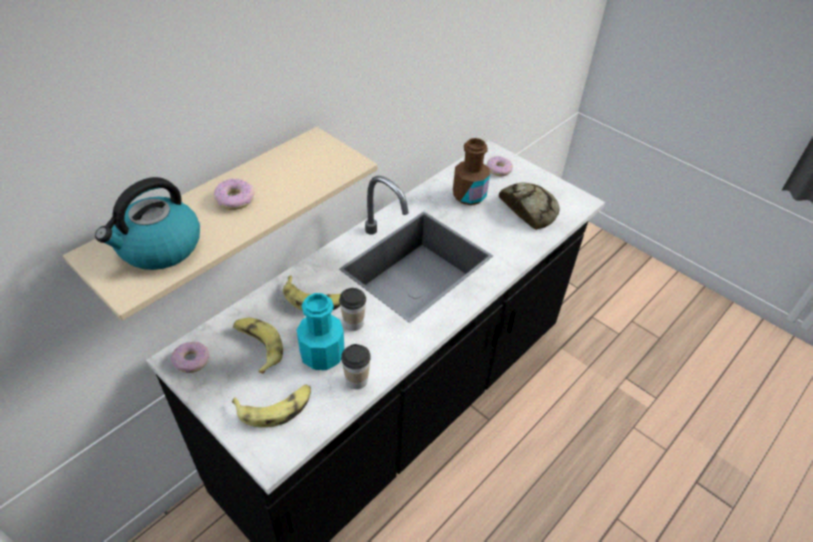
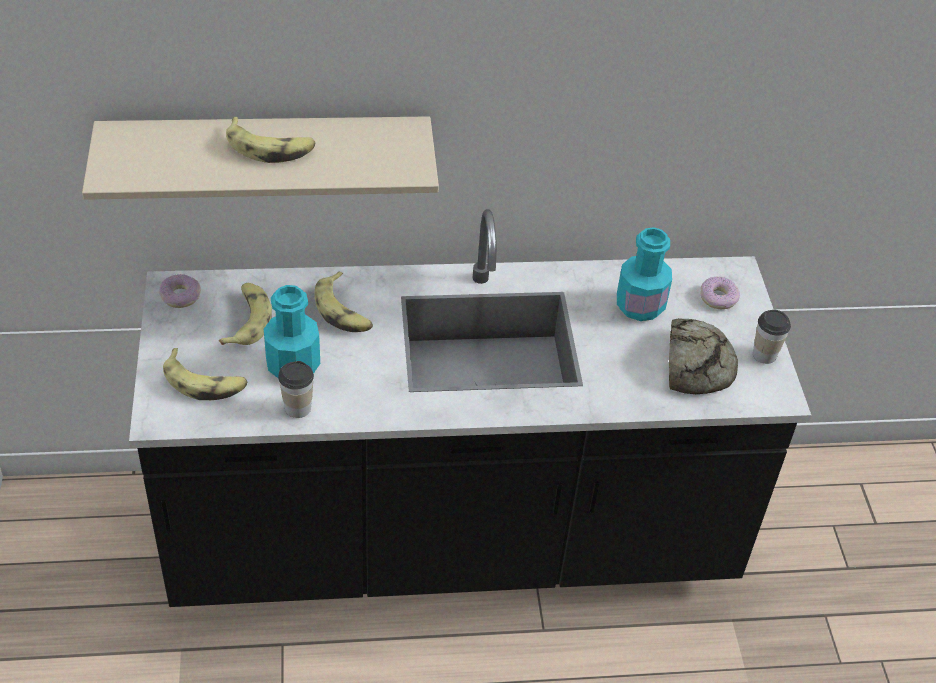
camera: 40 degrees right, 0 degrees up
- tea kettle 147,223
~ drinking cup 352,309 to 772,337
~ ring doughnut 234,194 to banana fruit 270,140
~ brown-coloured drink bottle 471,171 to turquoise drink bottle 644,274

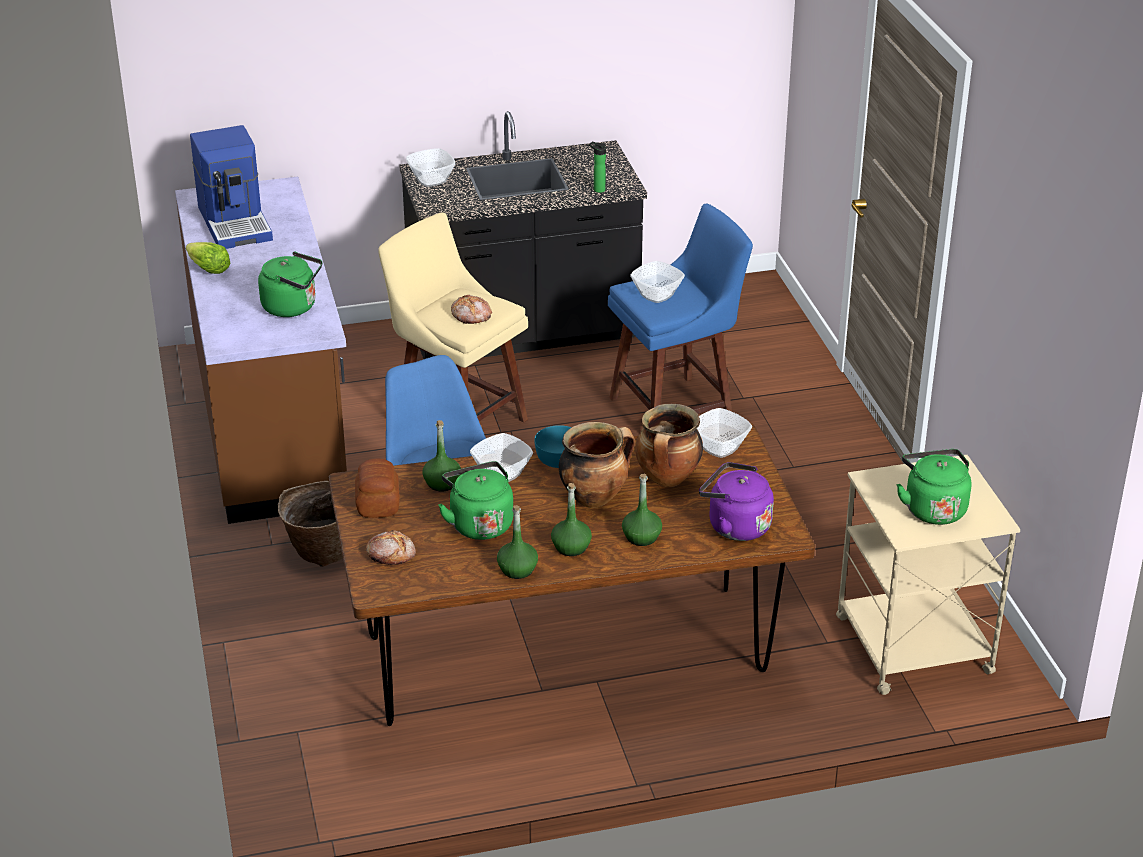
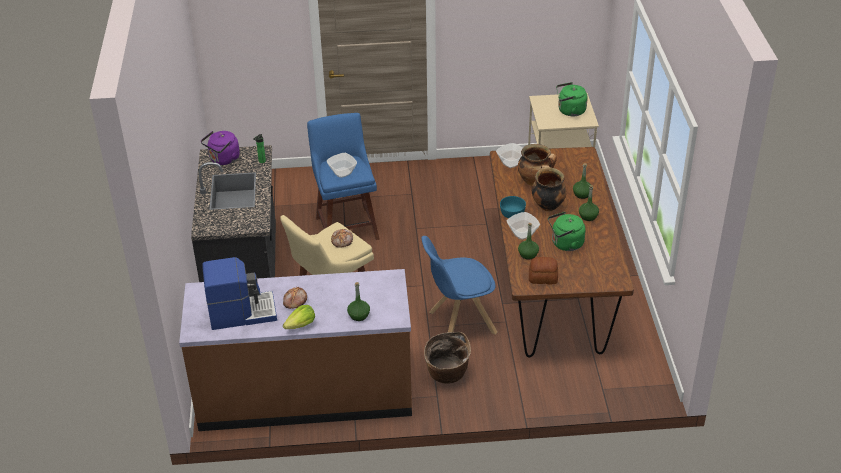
camera: 80 degrees left, 5 degrees up
- green tea kettle 290,284
- deep dish 430,167
~ bread 391,547 to 295,298
~ green drink bottle 517,542 to 358,301
~ purple-coloured tea kettle 736,501 to 220,148

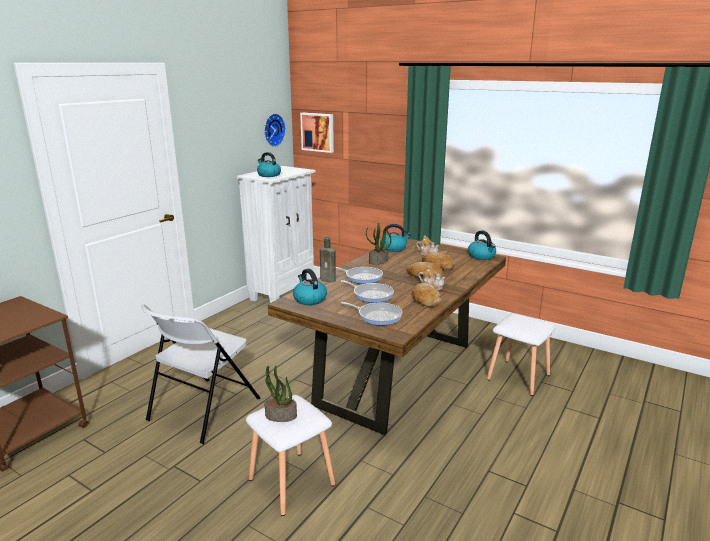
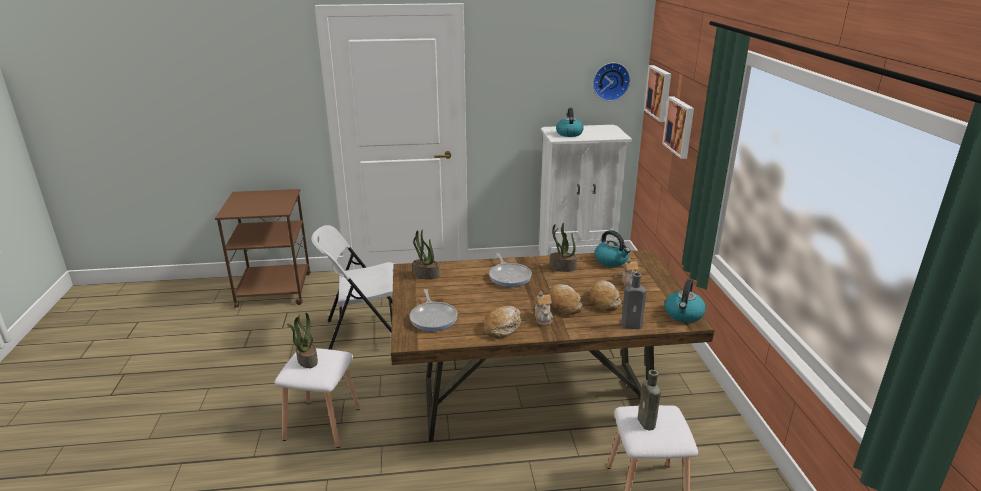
camera: 50 degrees right, 5 degrees up
- skillet 367,291
+ greyish drink bottle 633,301
+ picture 678,127
~ brown-coloured drink bottle 328,260 to 649,400
~ tea kettle 310,287 to houseplant 426,254

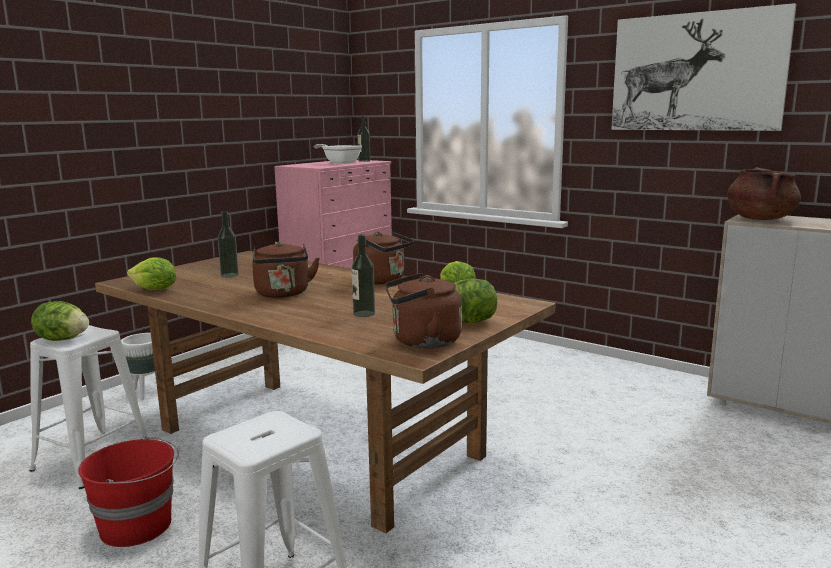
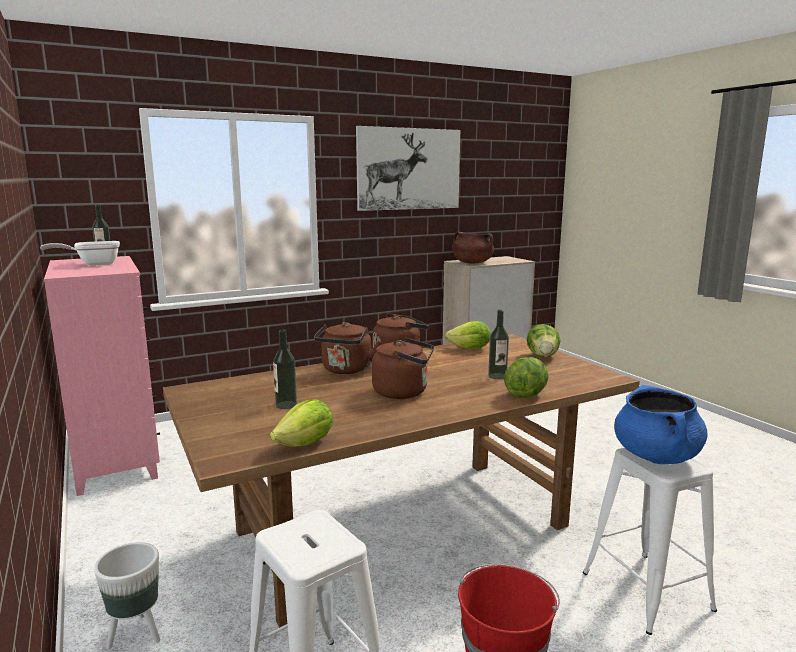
camera: 65 degrees left, 0 degrees up
+ bluish saucepot 660,424
~ head of lettuce 60,321 to 526,377
~ brown-coloured tea kettle 423,310 to 347,348

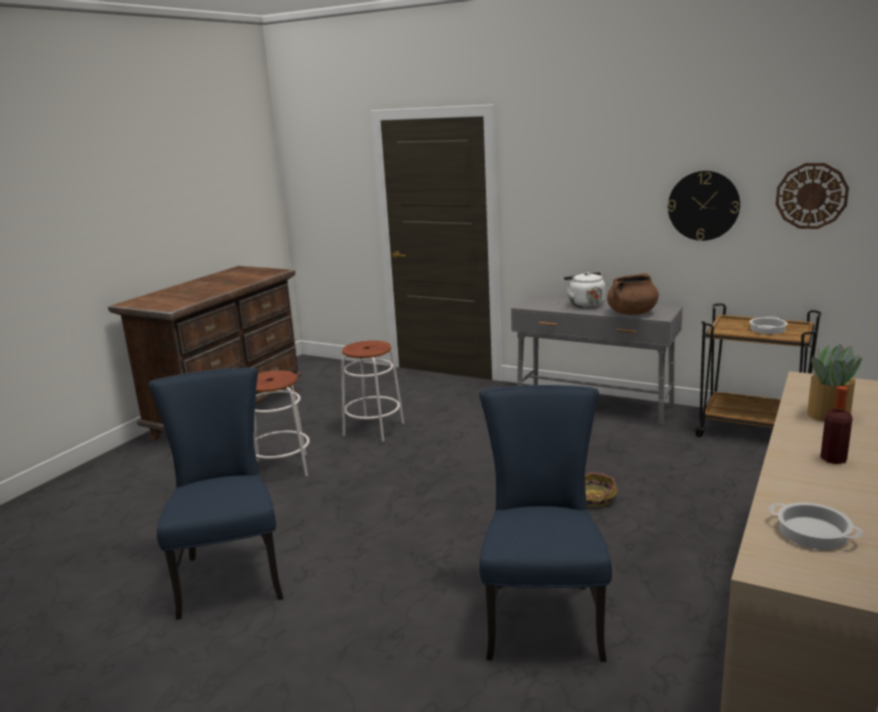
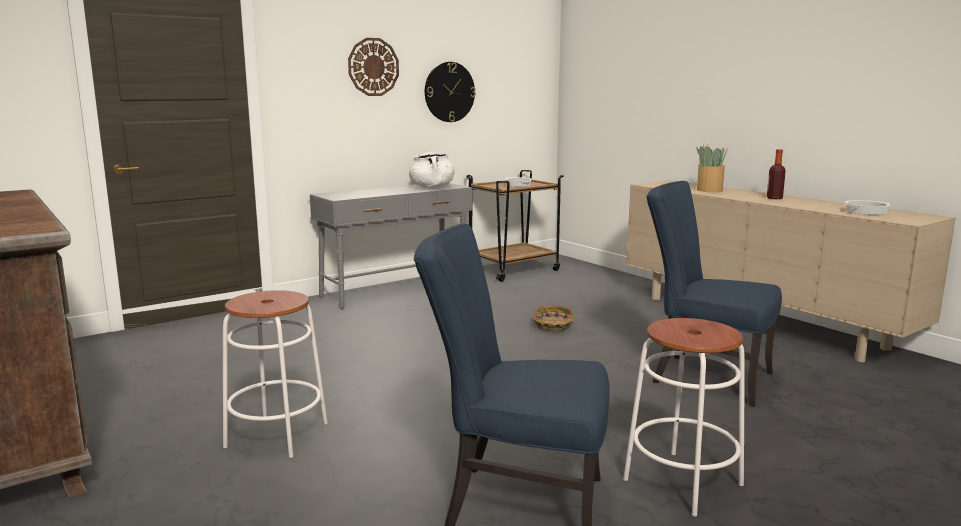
camera: 65 degrees left, 5 degrees down
- white tea kettle 584,290
~ white sitting stool 373,391 to 684,417
~ wall clock 812,196 to 373,67
~ brown-coloured saucepot 633,294 to white saucepot 432,170

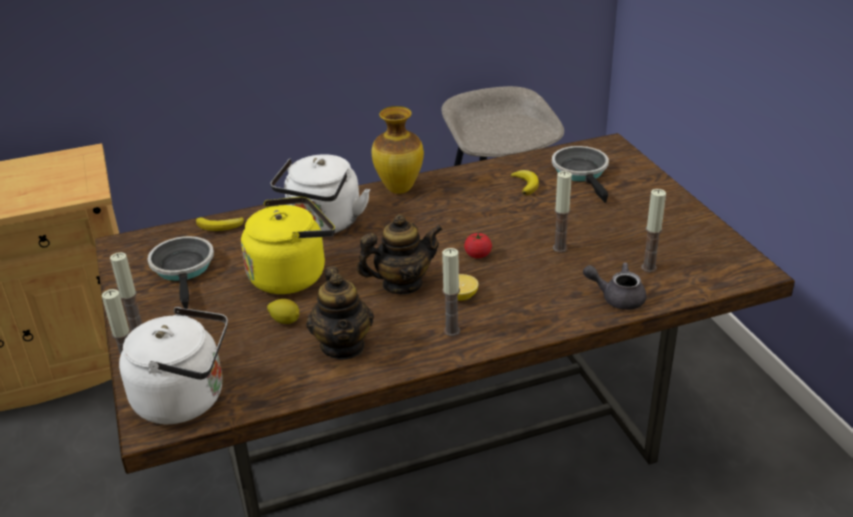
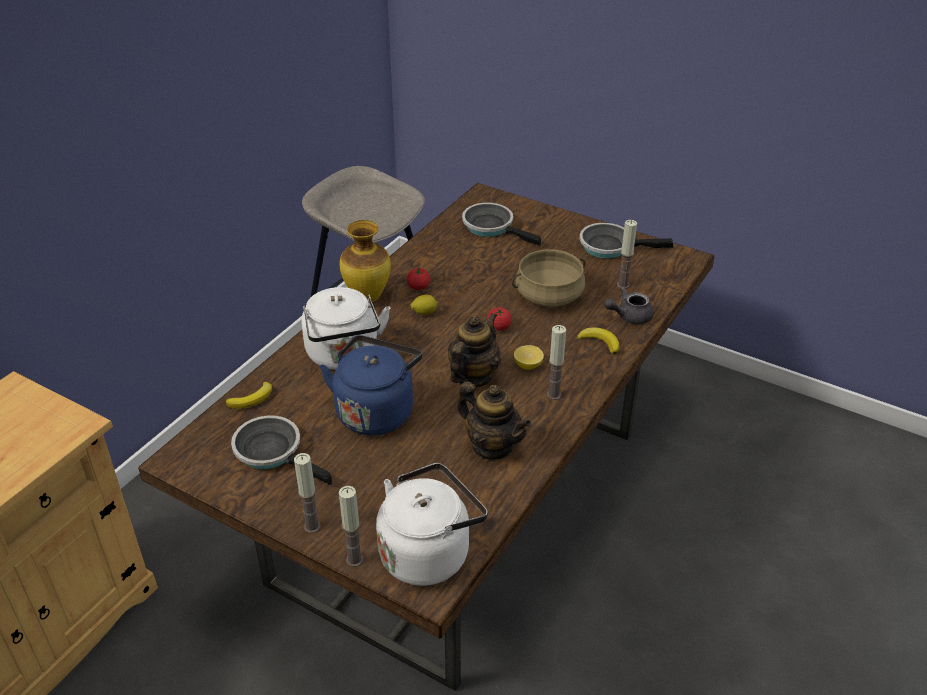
camera: 40 degrees left, 5 degrees up
+ whole tomato 418,278
+ skillet 626,241
~ whole lemon 283,311 to 424,305
~ banana fruit 524,182 to 598,340
~ wax candle 562,212 to beige-coloured saucepot 549,278
~ yellowish tea kettle 288,245 to bluish tea kettle 371,385

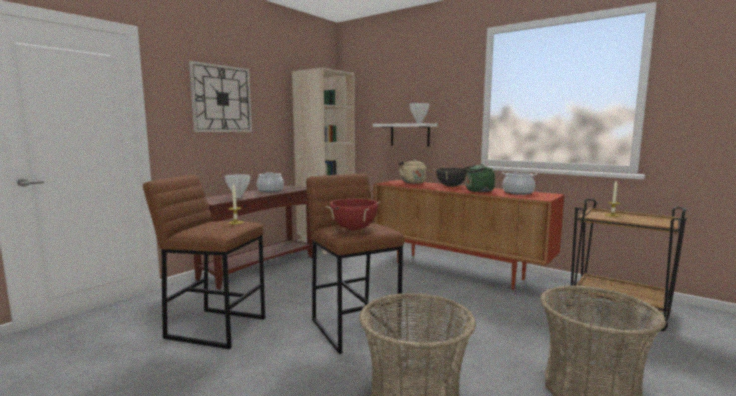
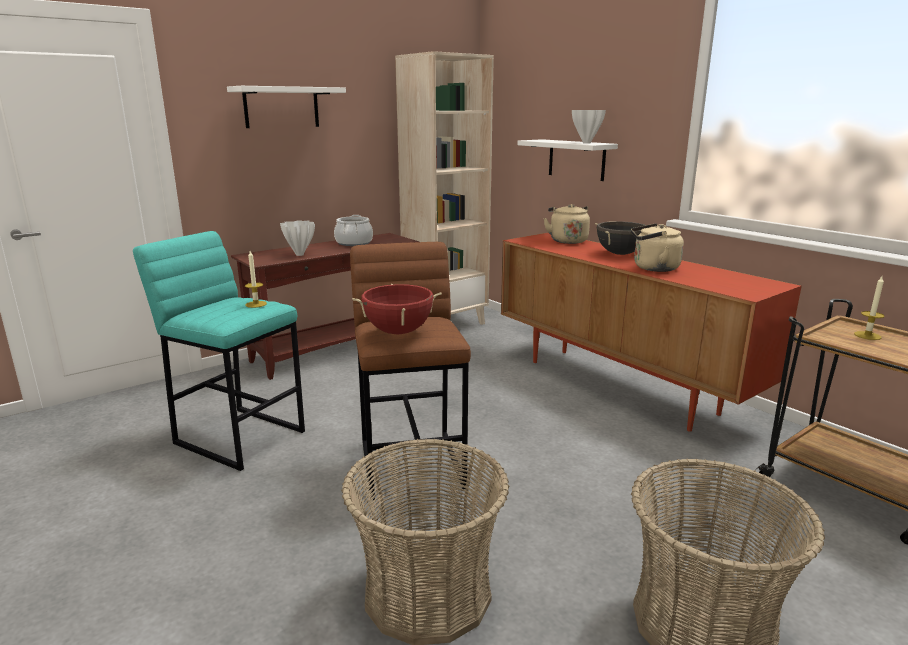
camera: 15 degrees right, 10 degrees up
- saucepot 520,183
~ wall clock 220,96 to white shelf 286,107
~ brown-coloured sitting stool 204,261 to turquoise sitting stool 219,351
~ green tea kettle 478,178 to beige-coloured tea kettle 657,247

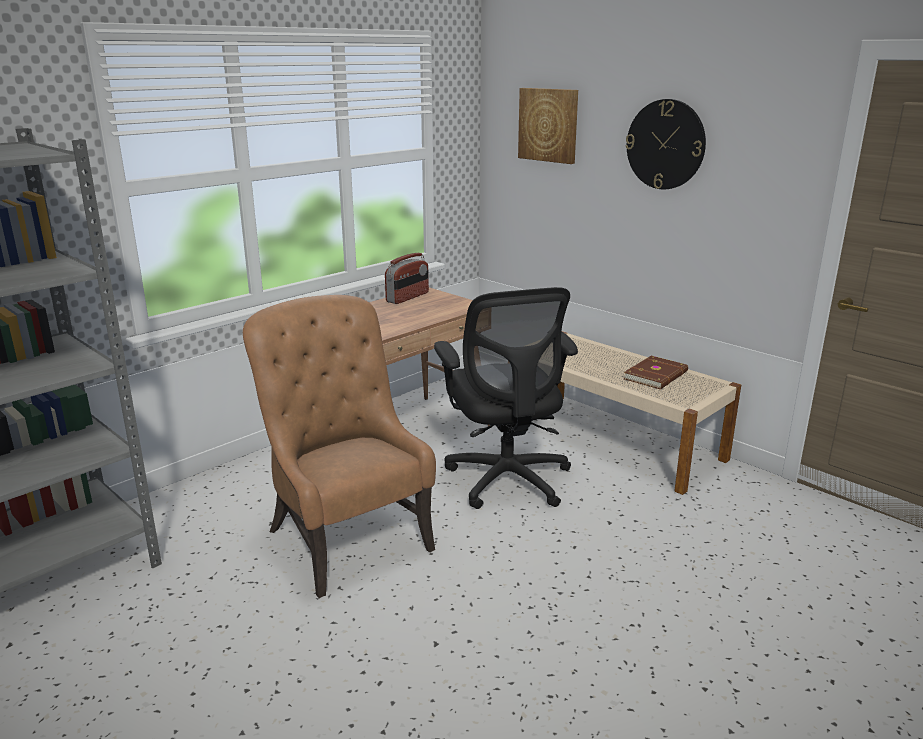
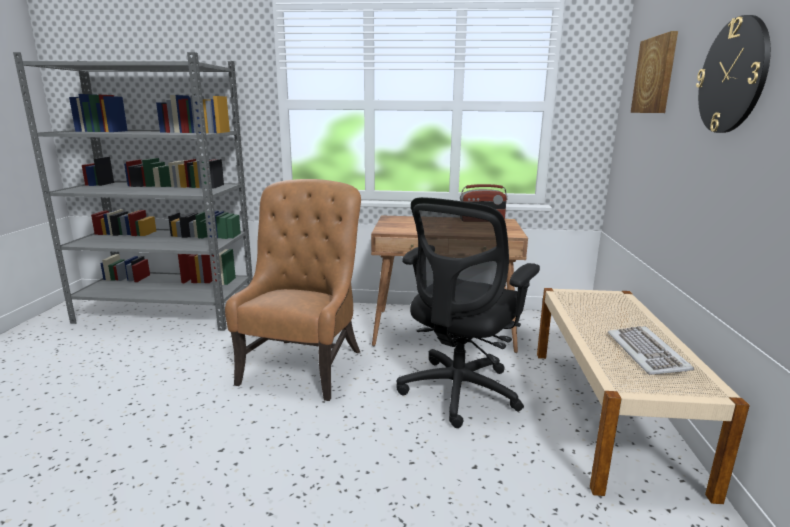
camera: 50 degrees right, 5 degrees down
~ brown-coloured volume 656,372 to keyboard 651,350

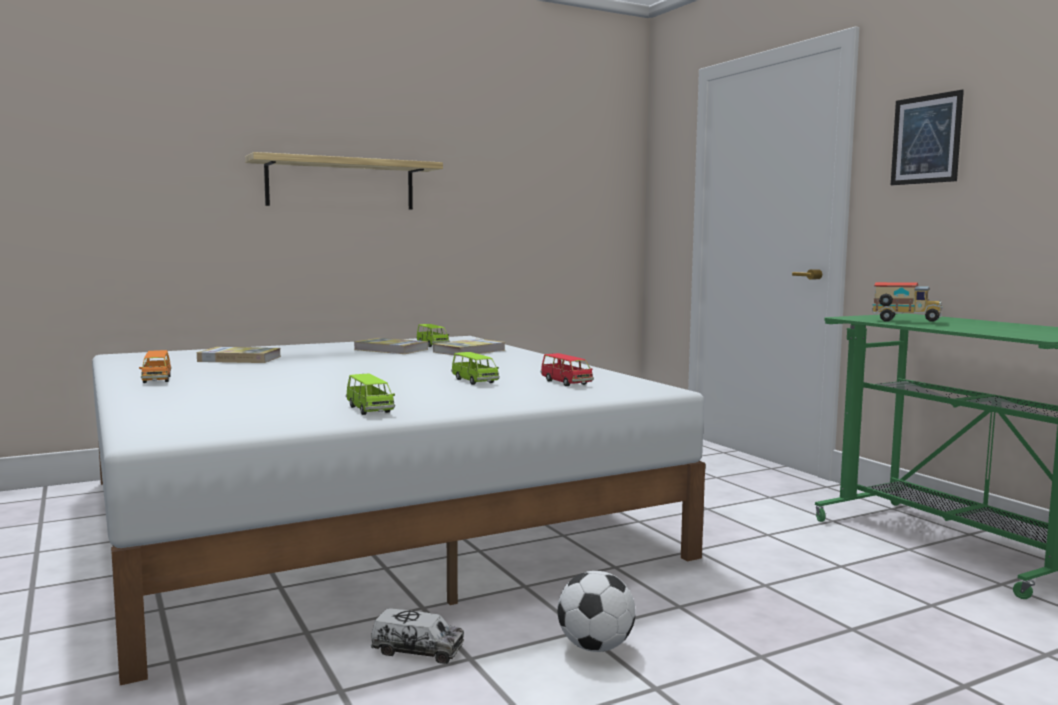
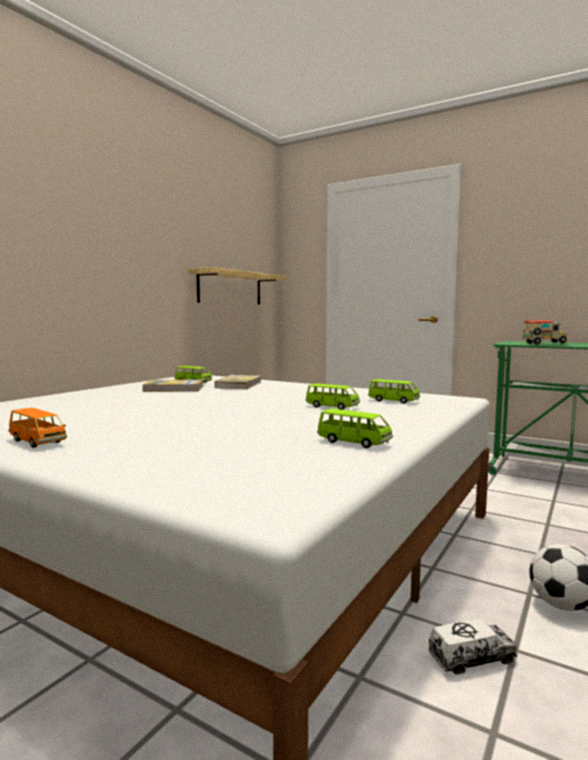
camera: 30 degrees left, 0 degrees up
- volume 239,355
- picture 927,137
~ shelf 344,181 to 237,286
~ red-coloured miniature car 567,369 to green miniature car 394,391

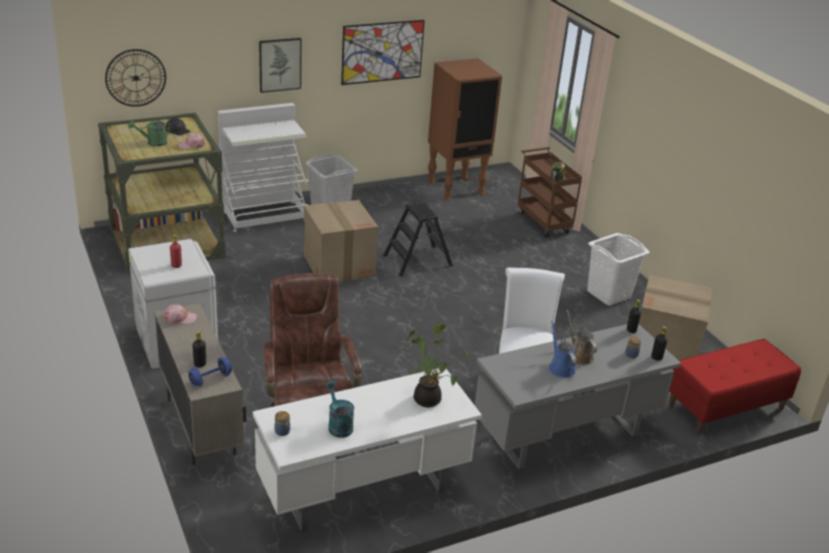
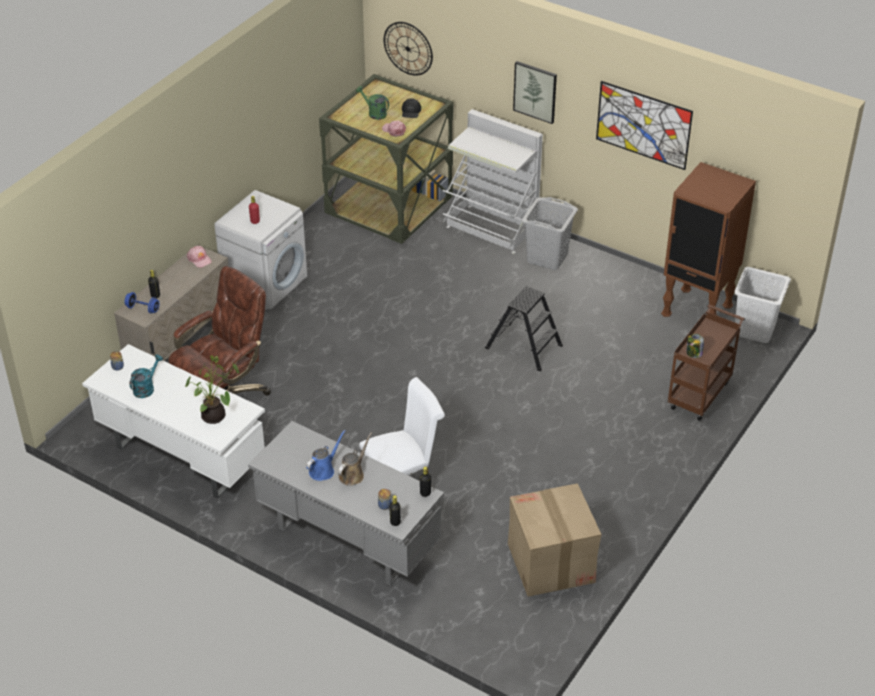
camera: 60 degrees right, 10 degrees up
- carton 341,241
- red-coloured long seat 735,386
~ white washing basket 618,269 to 762,305

